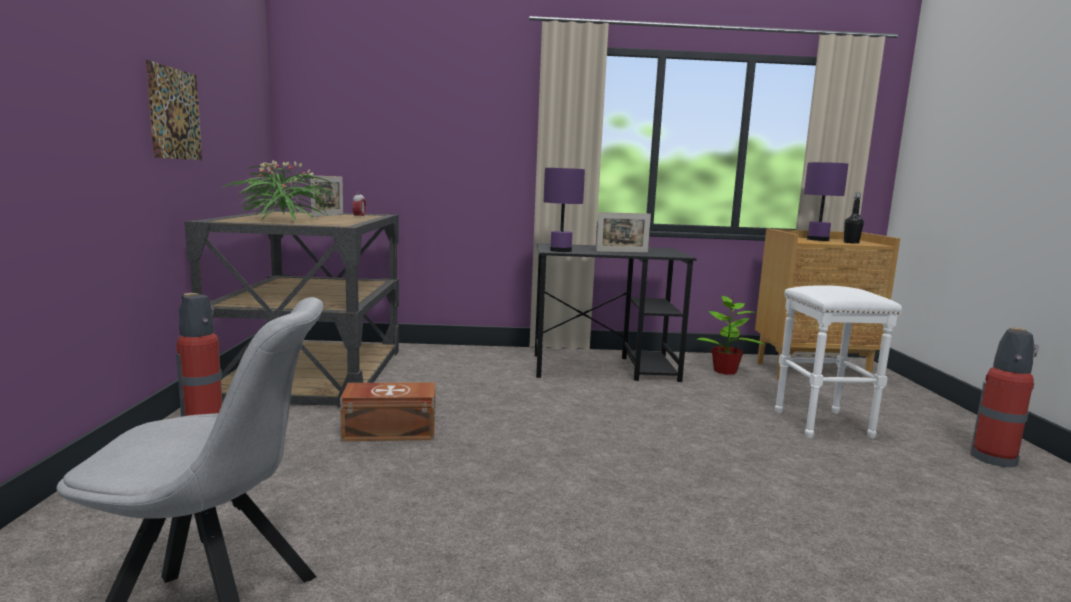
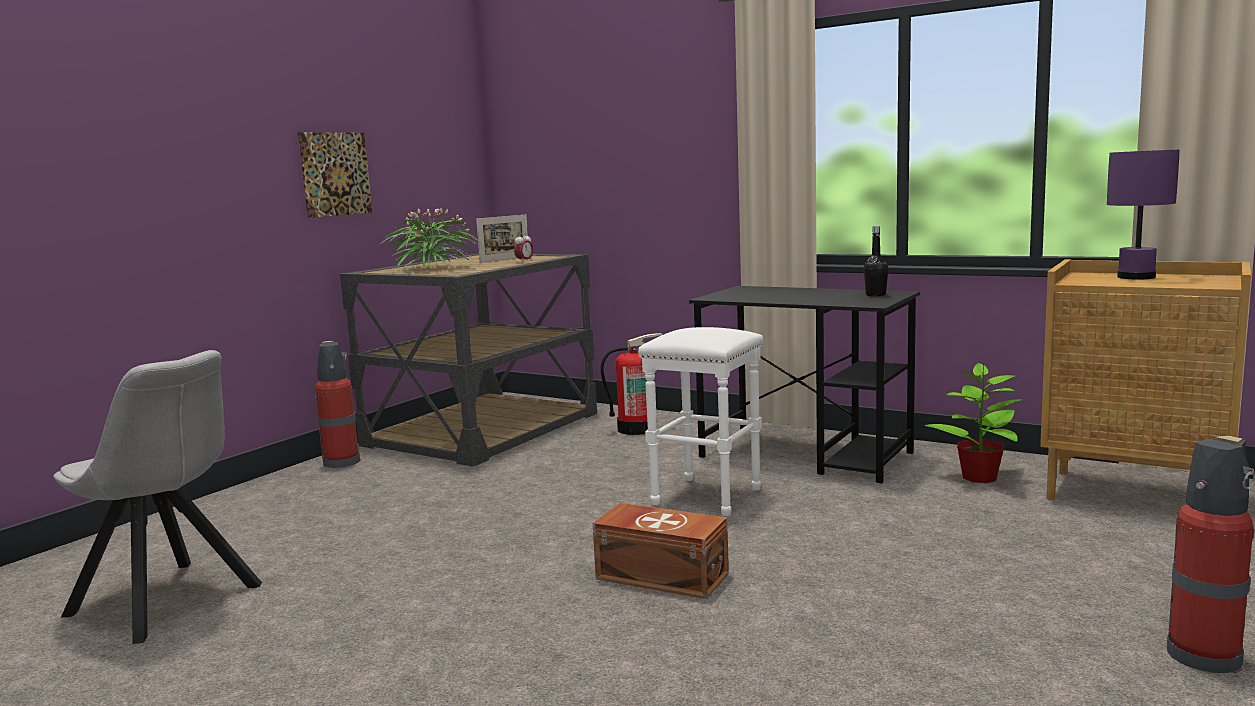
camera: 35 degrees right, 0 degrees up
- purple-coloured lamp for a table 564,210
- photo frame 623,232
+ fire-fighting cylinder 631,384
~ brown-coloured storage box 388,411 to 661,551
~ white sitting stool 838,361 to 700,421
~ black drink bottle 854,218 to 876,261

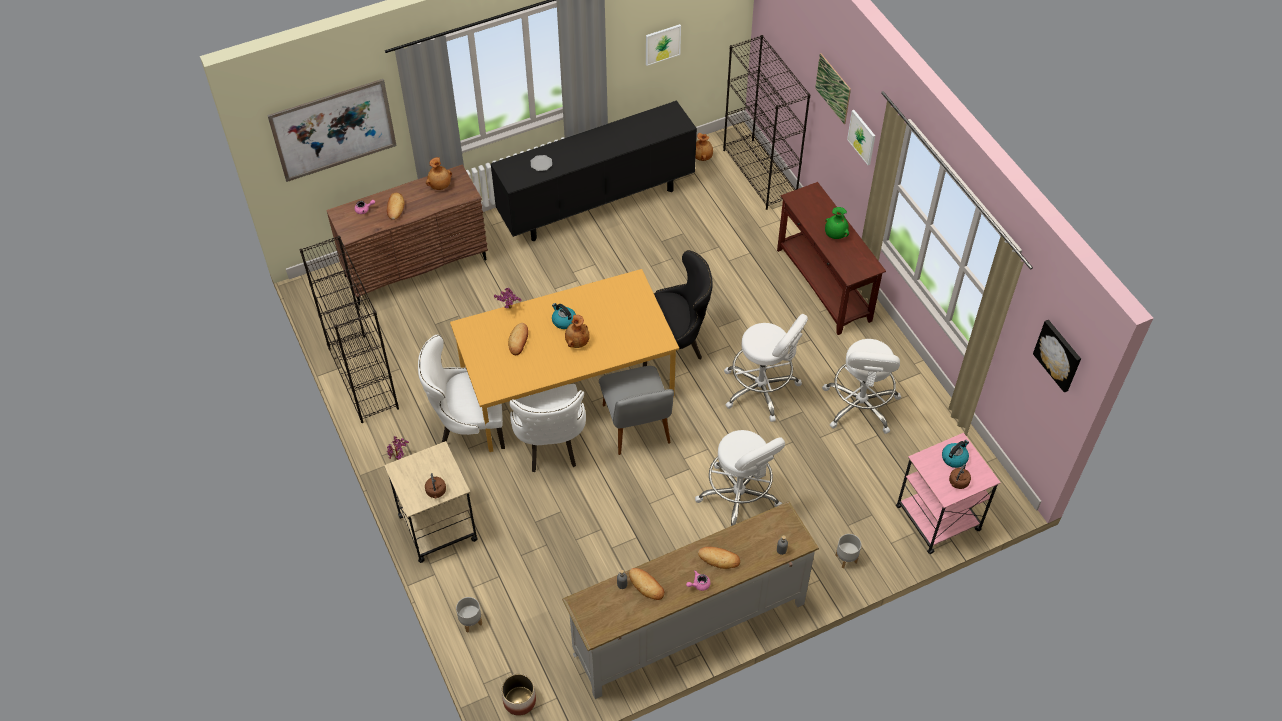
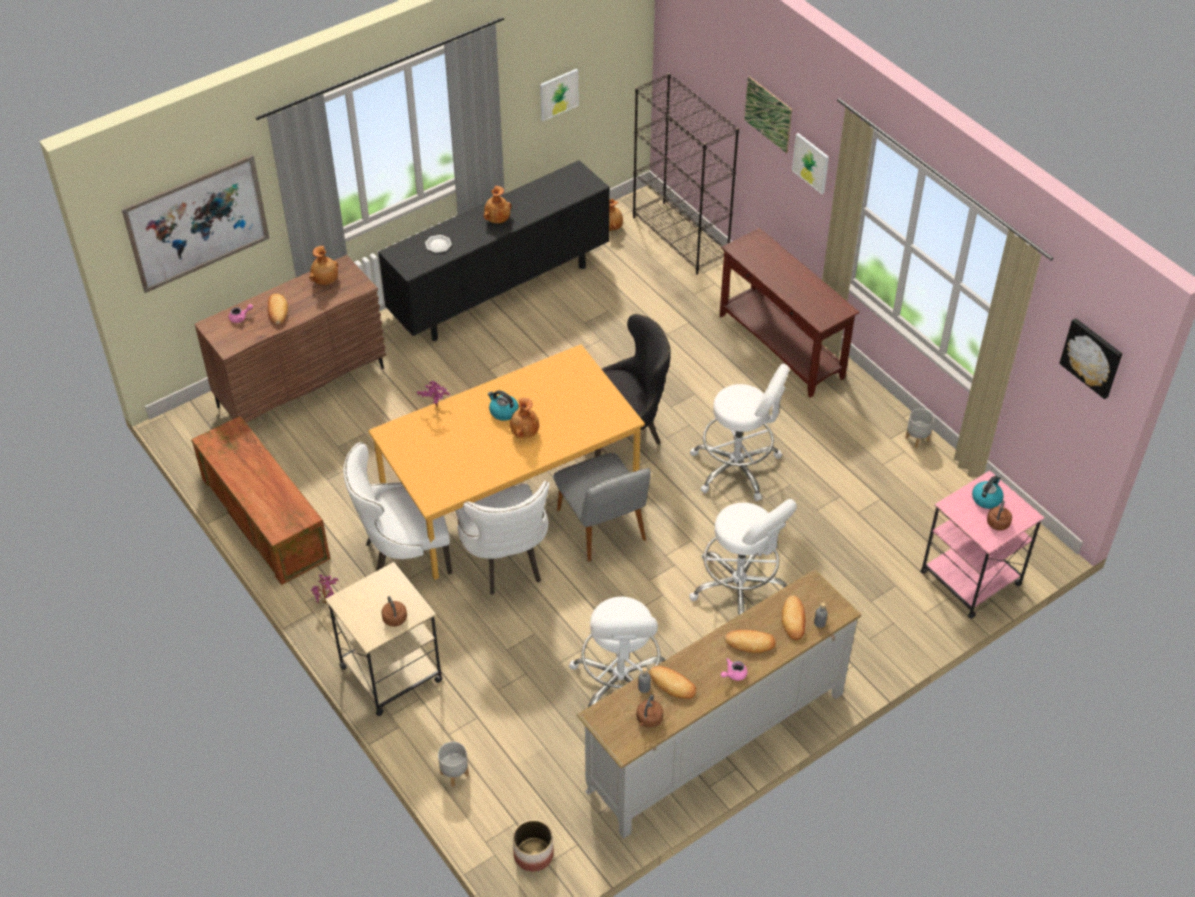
camera: 10 degrees left, 5 degrees down
- green flower vase 837,223
+ brown-coloured flower vase 498,204
+ brown-coloured tea kettle 650,711
~ bread 518,339 to 793,617
~ white sitting stool 861,386 to 618,652
~ greyish planter 848,551 to 919,428
~ black shelving unit 349,329 to brown-coloured long seat 260,500

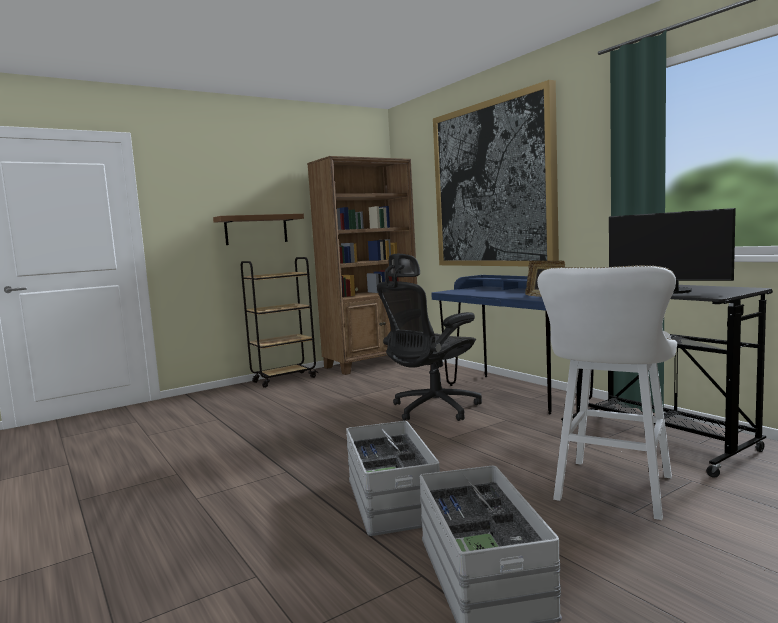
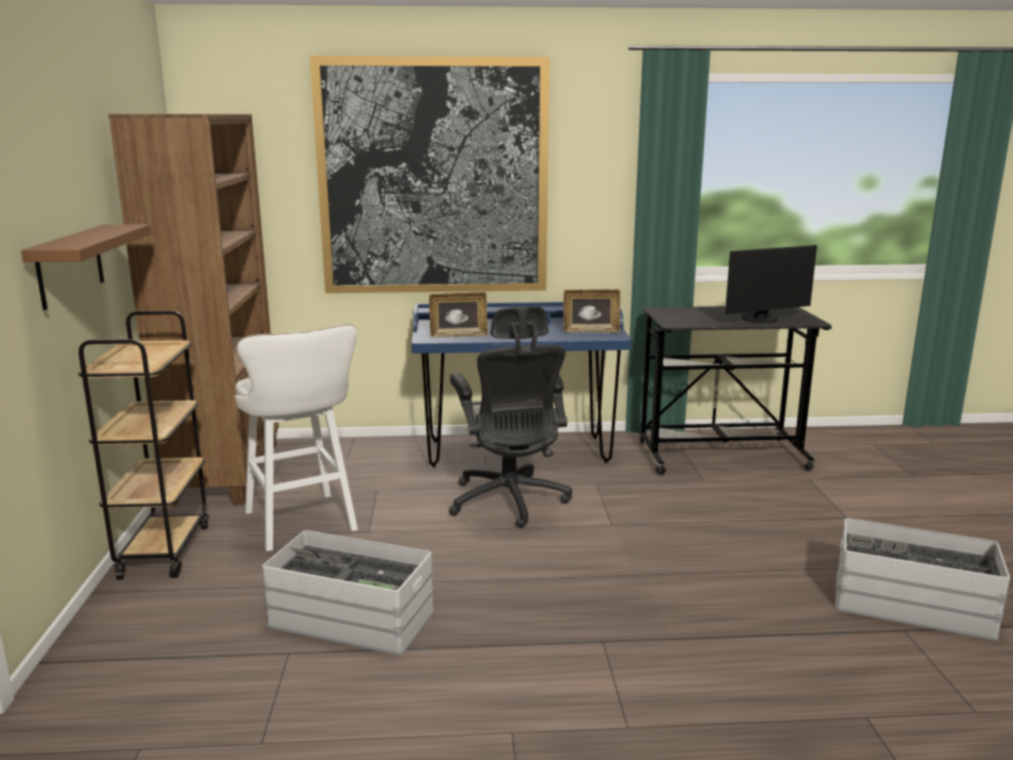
camera: 60 degrees left, 10 degrees up
+ photo frame 458,315
~ greyish storage box 393,478 to 348,592
~ white sitting stool 607,392 to 296,437

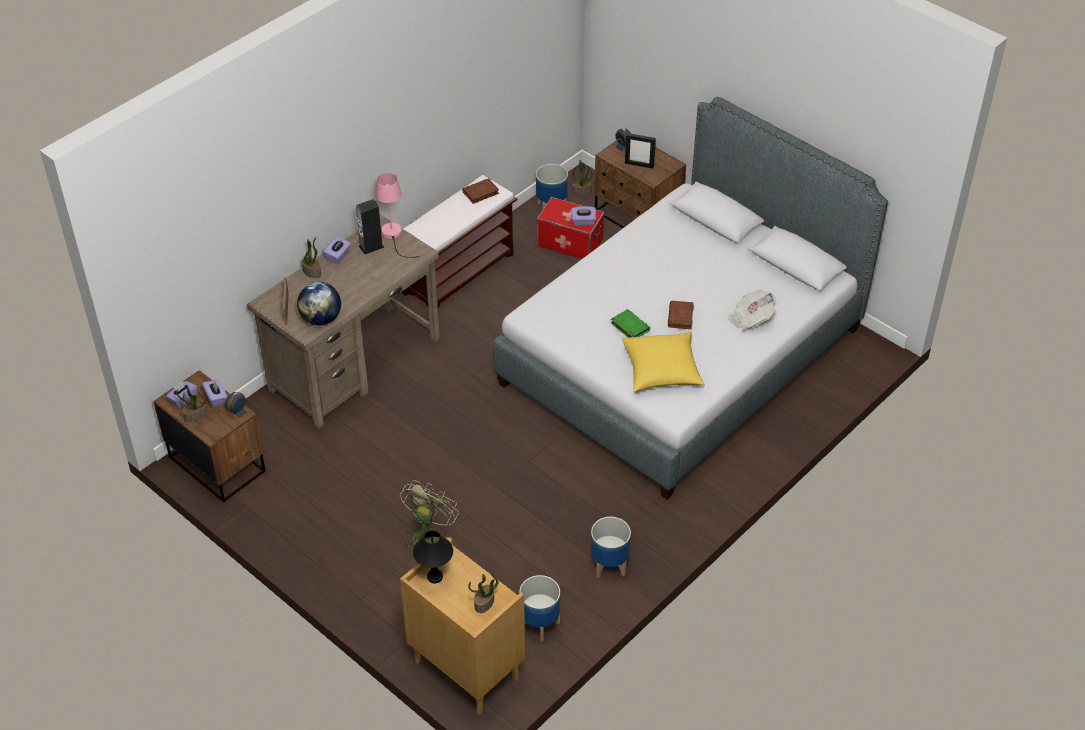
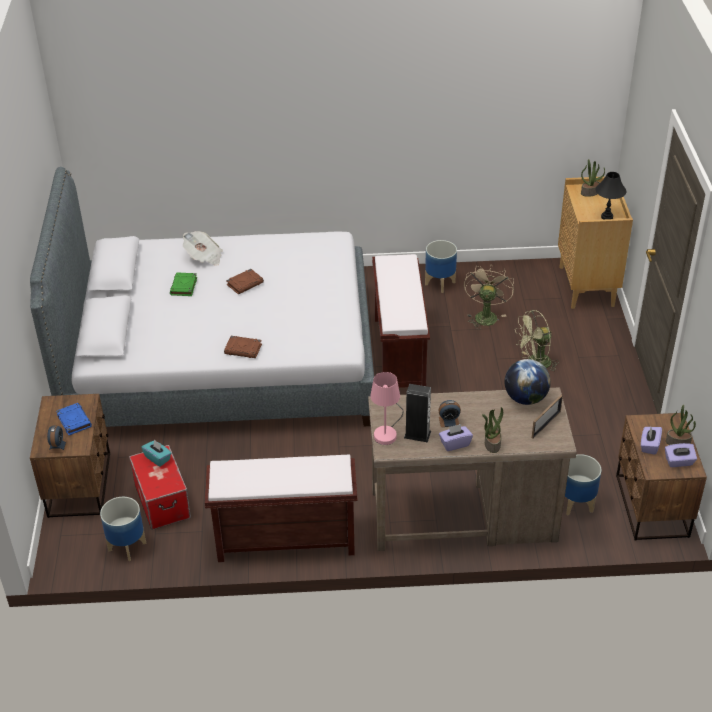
camera: 135 degrees left, 5 degrees down
- houseplant 582,178
- yellowish cushion 663,362
+ brown-coloured long seat 401,321
+ beige-coloured fan 489,296
~ table clock 237,406 to 449,413
~ brown-coloured volume 480,191 to 243,347
~ planter 539,608 to 583,484
~ green volume 630,323 to 183,284
~ photo frame 640,150 to bluish volume 74,419
~ purple-coloured tissue holder 583,216 to turquoise tissue holder 156,453

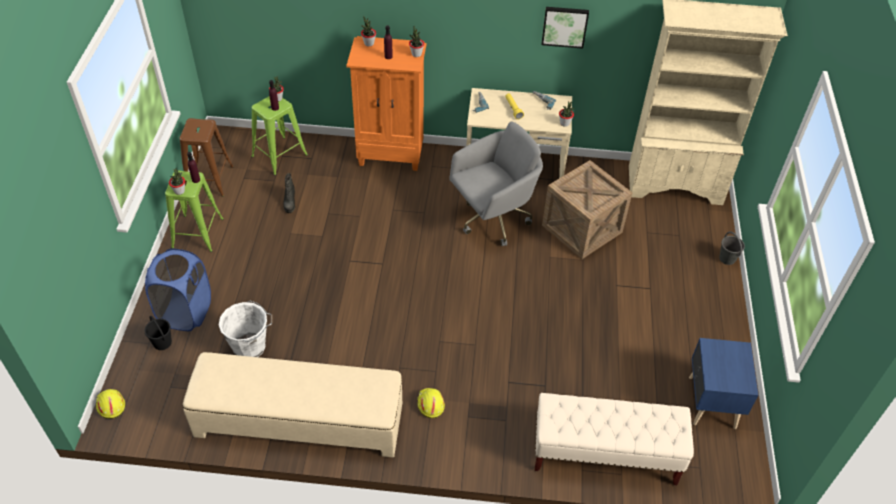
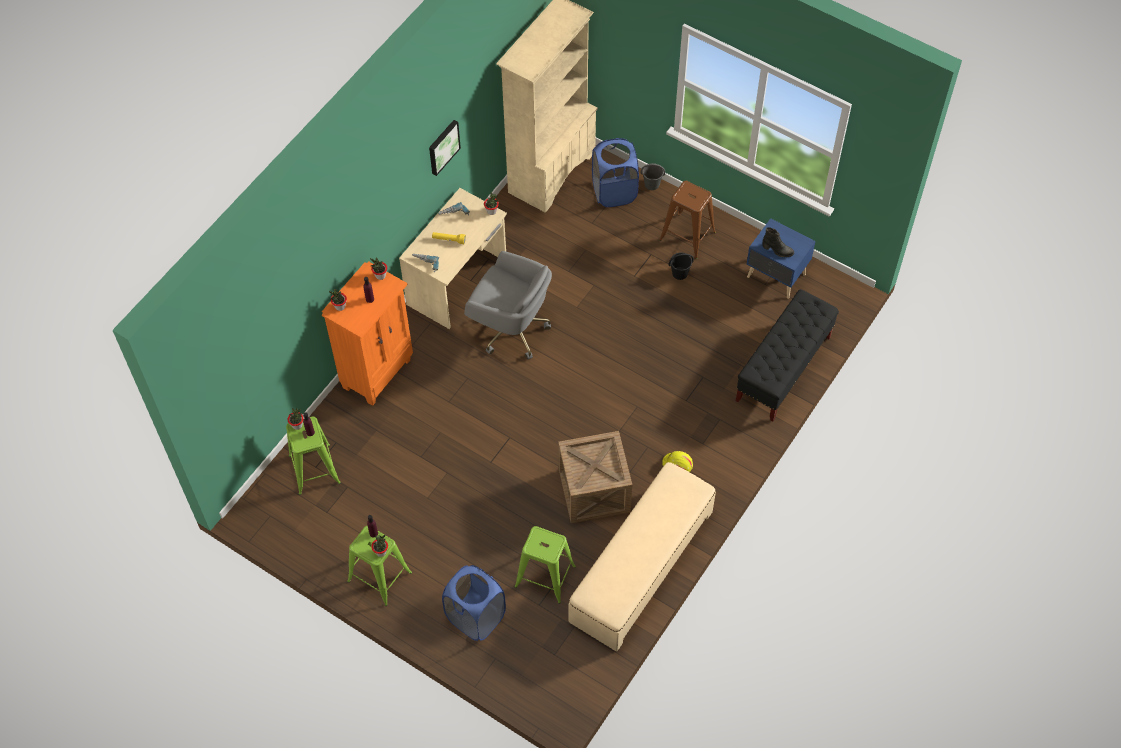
camera: 60 degrees left, 10 degrees up
- yellowish hard hat 110,404
+ bluish washing basket 615,172
~ black water bucket 158,333 to 681,266
~ brown-coloured sitting stool 206,157 to 687,220
~ black boot 289,193 to 778,242
~ shipping crate 587,209 to 595,477
~ white water bucket 246,329 to green sitting stool 545,565
~ beige-coloured long seat 614,439 to black long seat 787,355
~ greyish desk chair 496,183 = 508,305 120 degrees clockwise

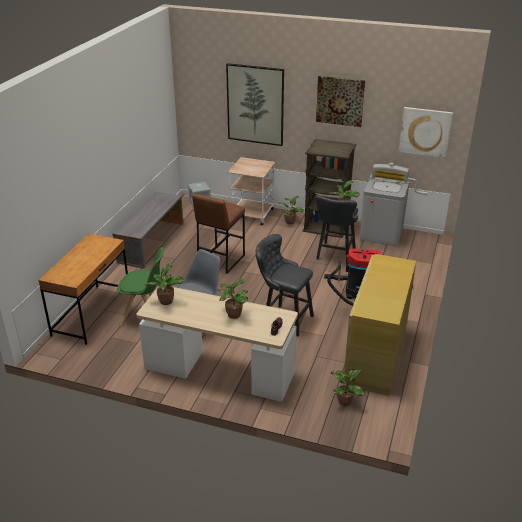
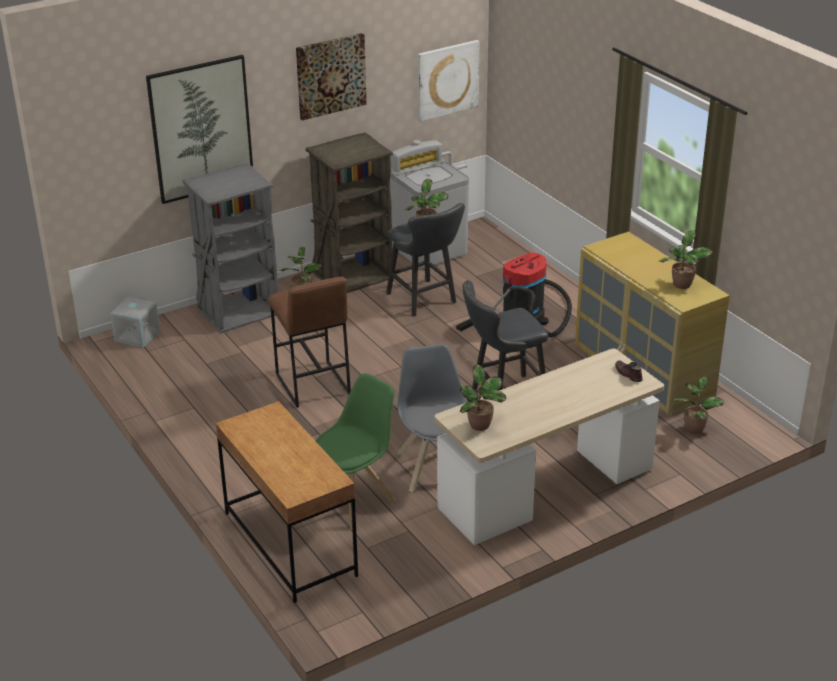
camera: 50 degrees left, 0 degrees up
- greyish long seat 148,230
~ houseplant 232,299 to 685,259
~ beige-coloured cart 251,191 to greyish shelving unit 230,248

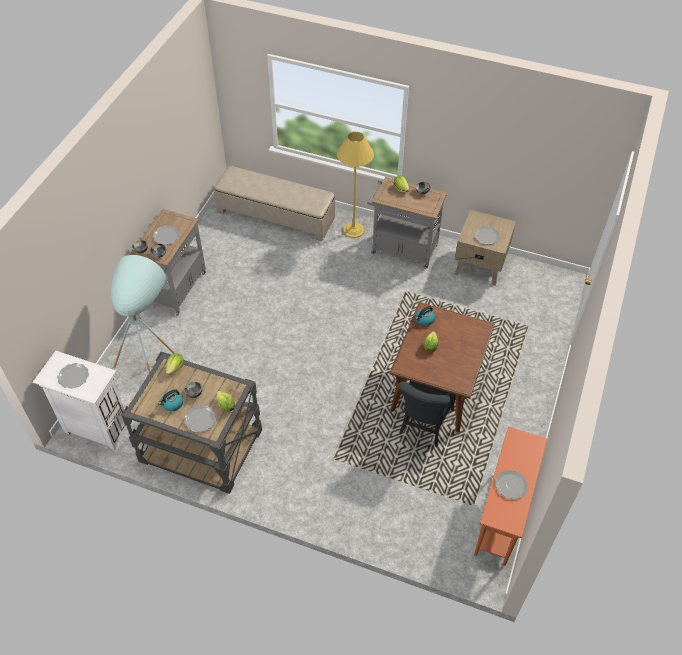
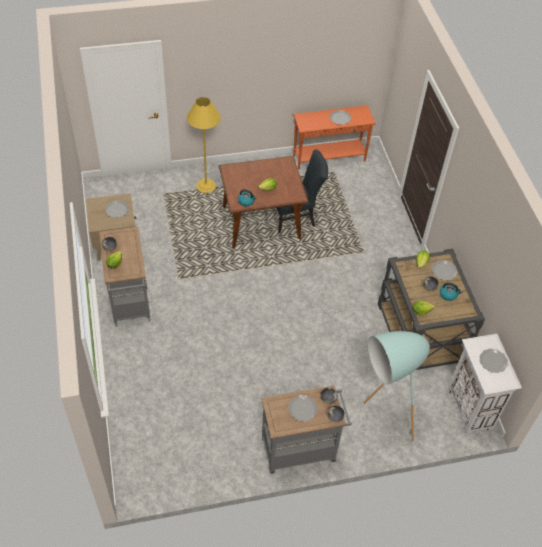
camera: 125 degrees left, 0 degrees up
- beige-coloured long seat 274,203
~ yellowish floor lamp 355,185 to 204,145

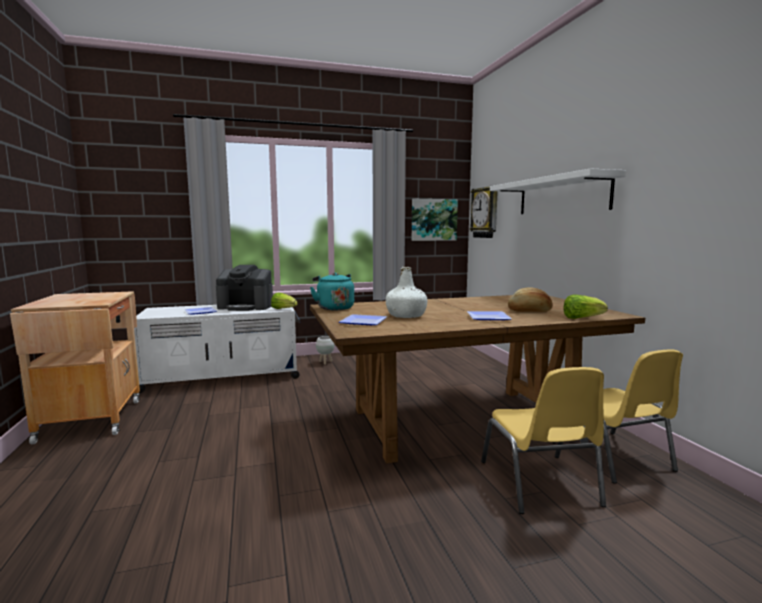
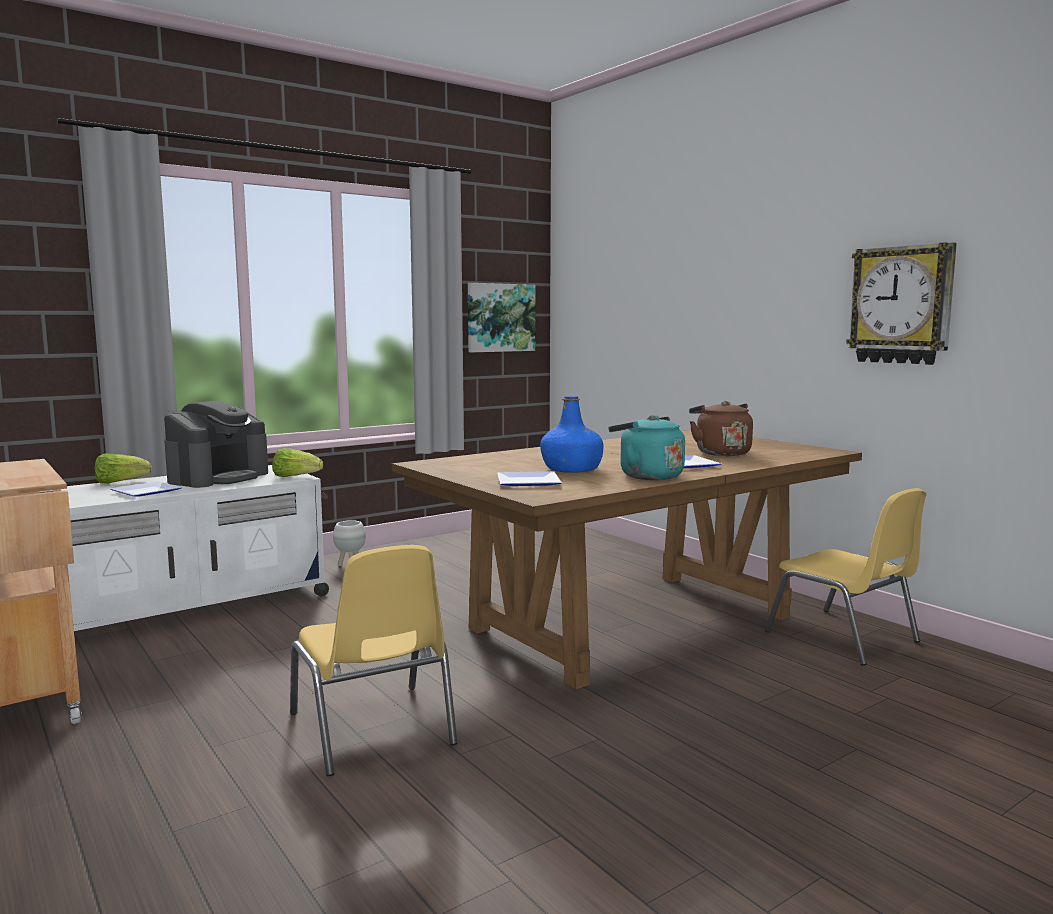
camera: 20 degrees left, 0 degrees up
- white shelf 558,191
~ turquoise tea kettle 332,291 to 647,447
~ wall clock 484,211 to 901,303
~ yellowish upright chair 543,440 to 373,660
~ head of lettuce 586,306 to 123,469
~ bread 530,299 to brown-coloured tea kettle 721,428
~ white drink bottle 406,292 to bluish drink bottle 572,434
~ coffee machine 244,288 = 216,444 45 degrees counterclockwise

